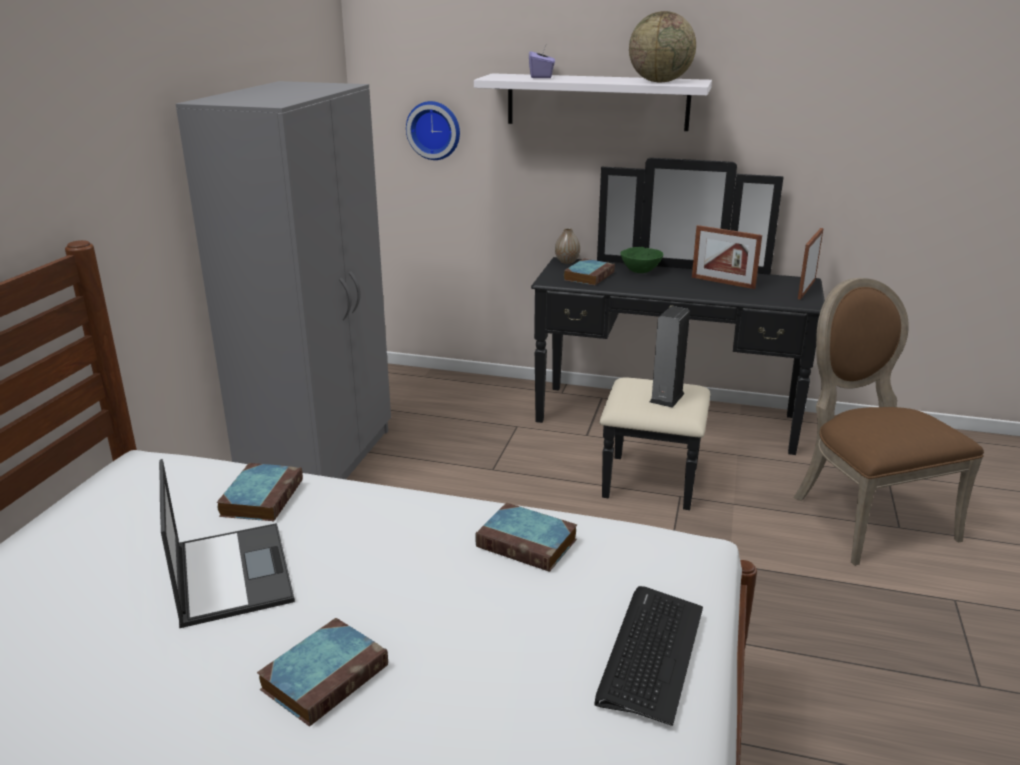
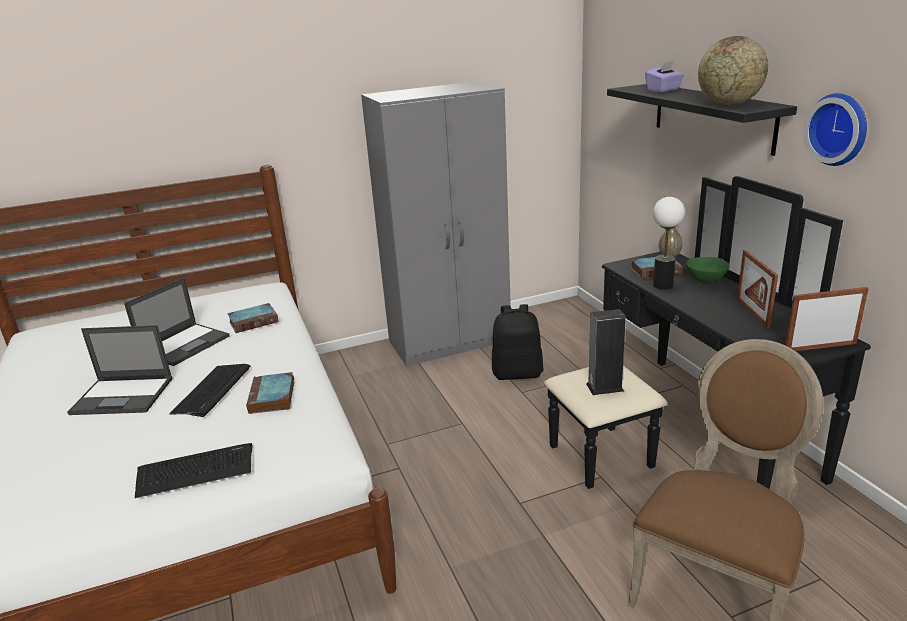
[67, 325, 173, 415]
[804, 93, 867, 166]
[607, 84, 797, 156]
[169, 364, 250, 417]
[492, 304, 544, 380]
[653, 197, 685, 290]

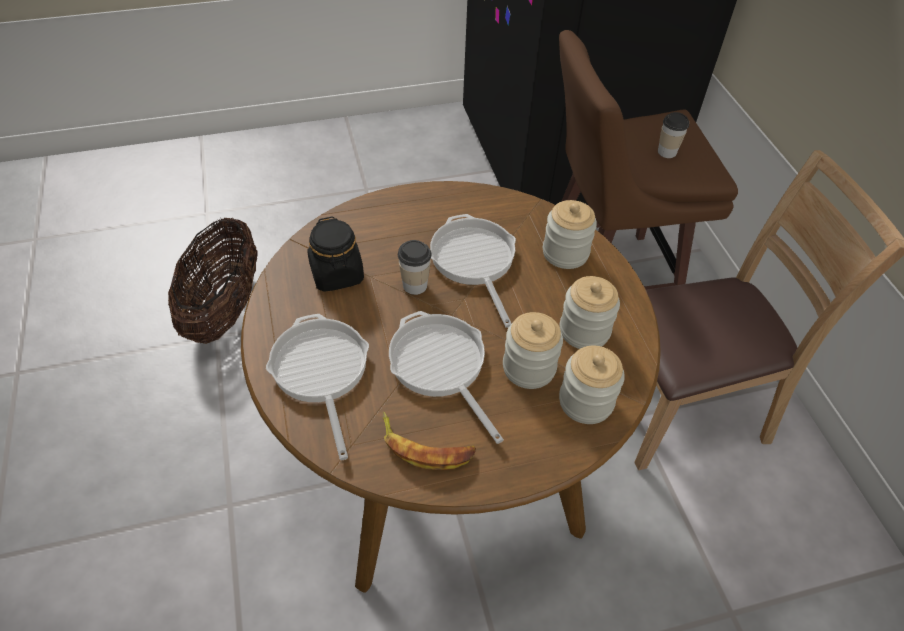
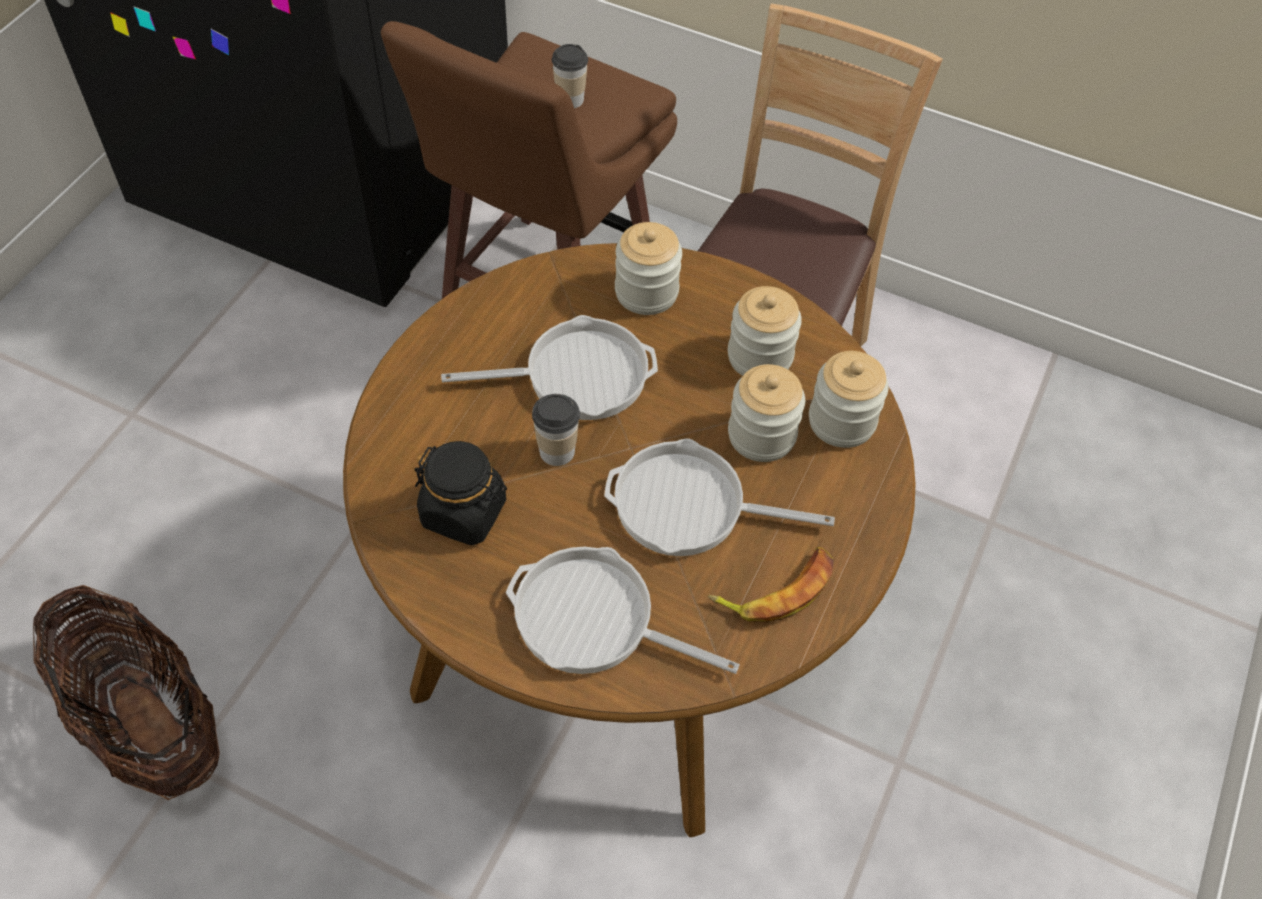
[441, 315, 658, 420]

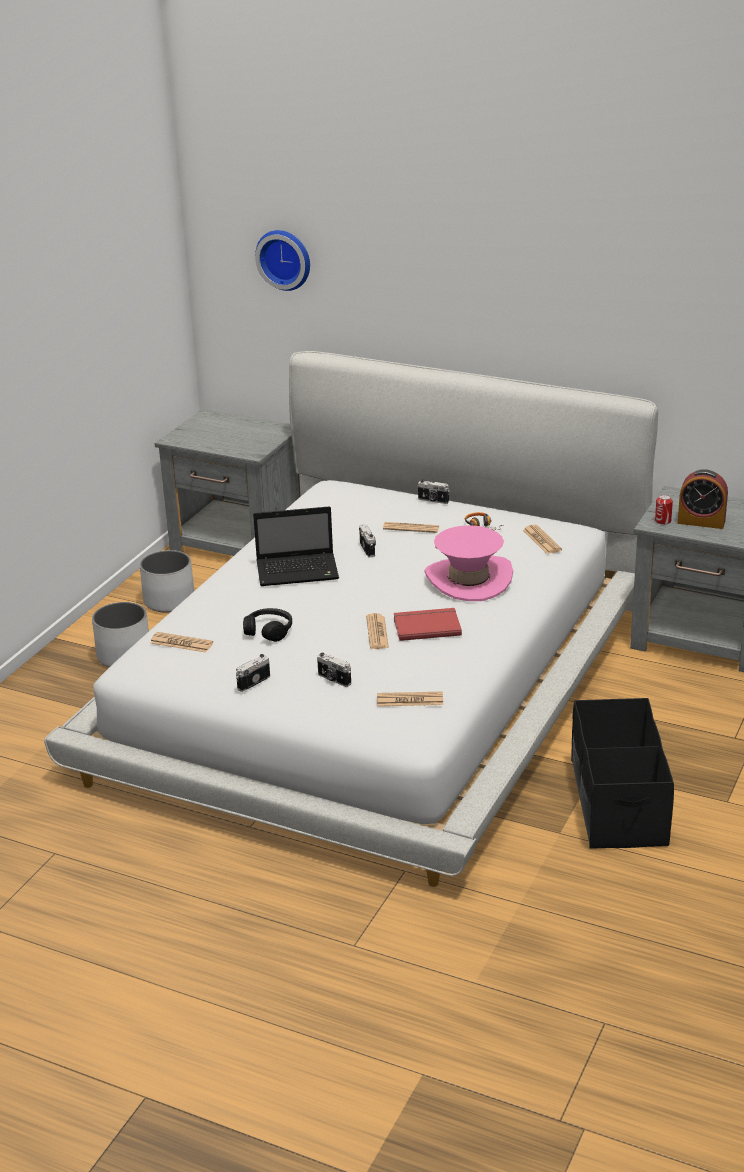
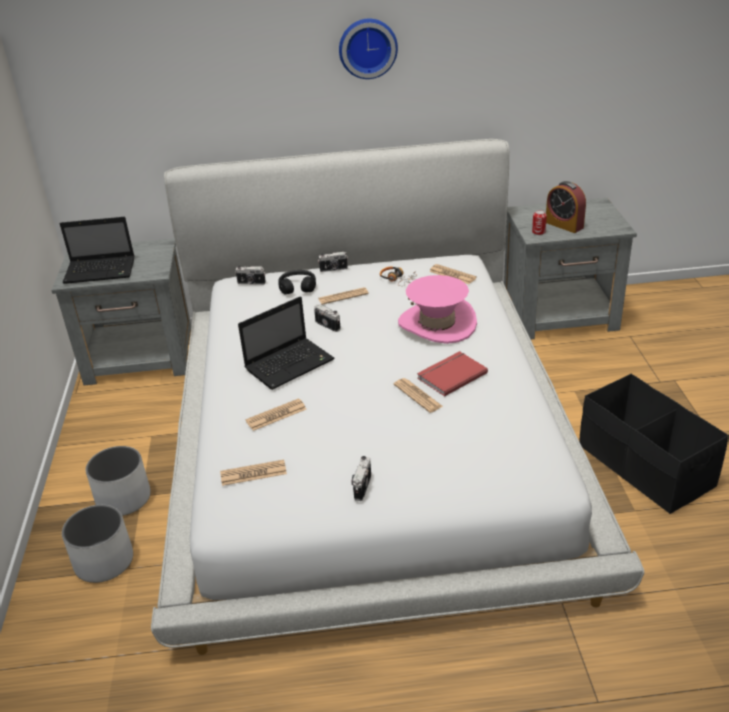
[62, 505, 133, 583]
[278, 270, 316, 295]
[339, 19, 398, 79]
[235, 266, 266, 285]
[245, 398, 306, 431]
[546, 181, 586, 233]
[60, 217, 134, 284]

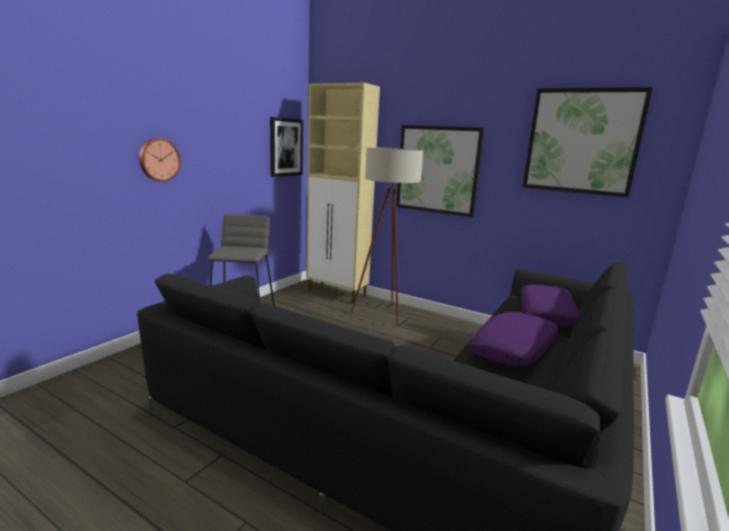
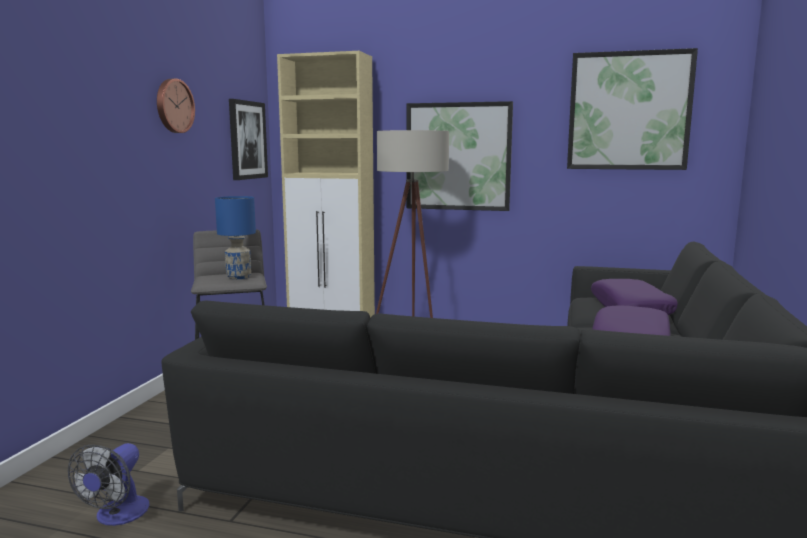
[157, 79, 195, 133]
[68, 443, 149, 526]
[215, 196, 256, 279]

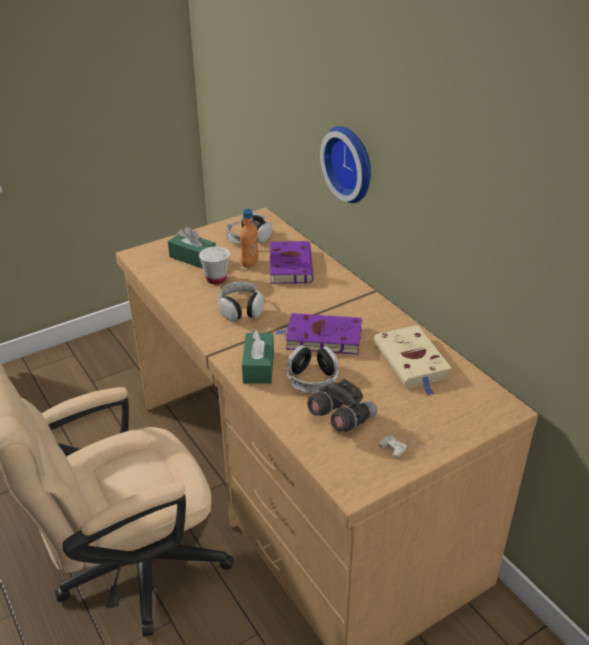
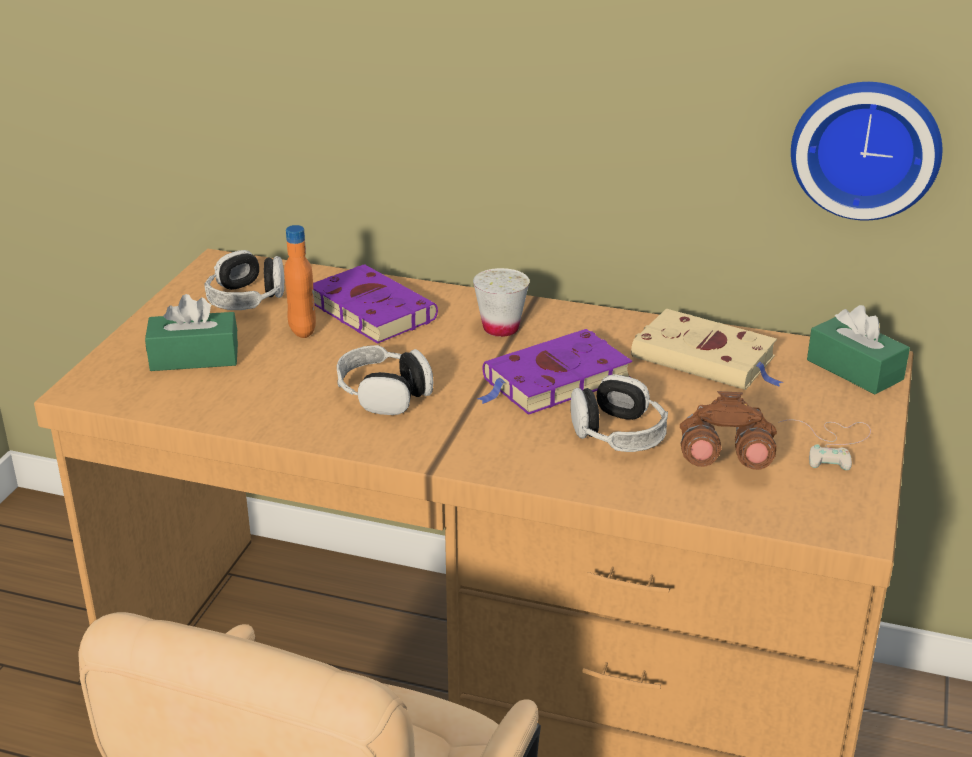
[473, 268, 530, 337]
[807, 305, 910, 394]
[680, 391, 777, 470]
[791, 82, 943, 220]

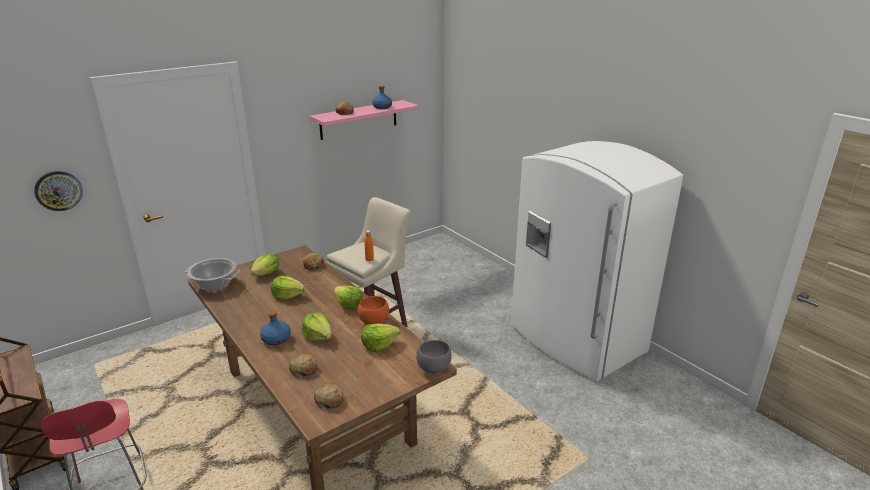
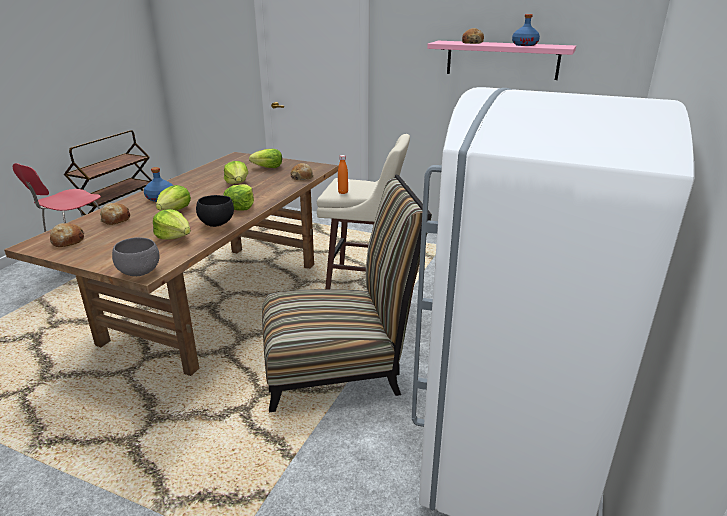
[34, 171, 83, 211] (first image)
[185, 258, 240, 291] (first image)
[196, 195, 234, 227]
[262, 175, 432, 412]

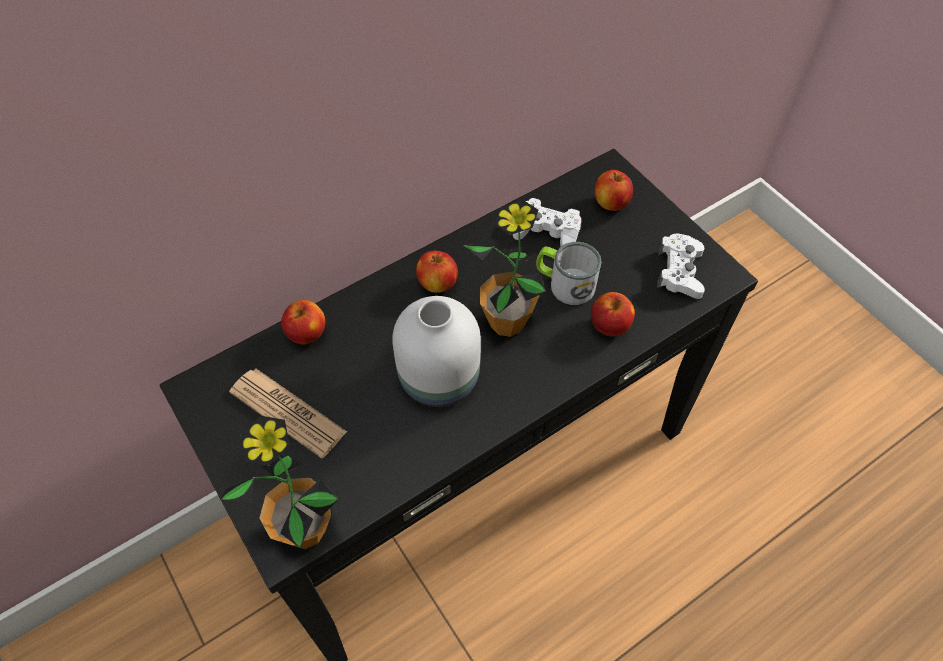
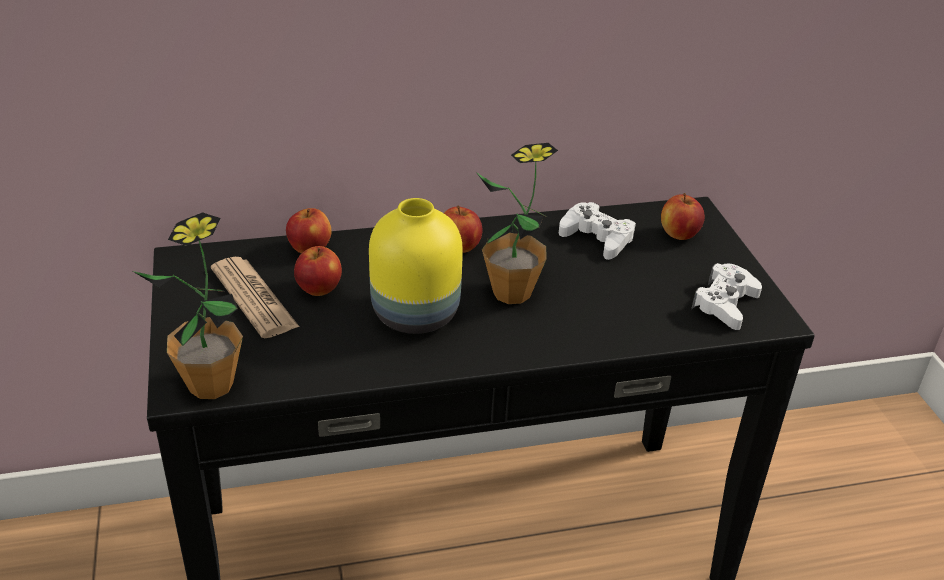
[369, 198, 463, 334]
[536, 242, 601, 305] (first image)
[294, 246, 342, 296]

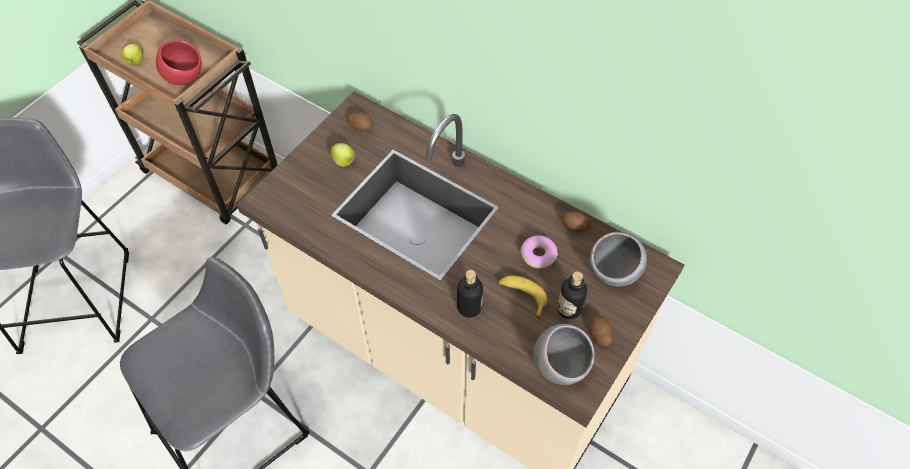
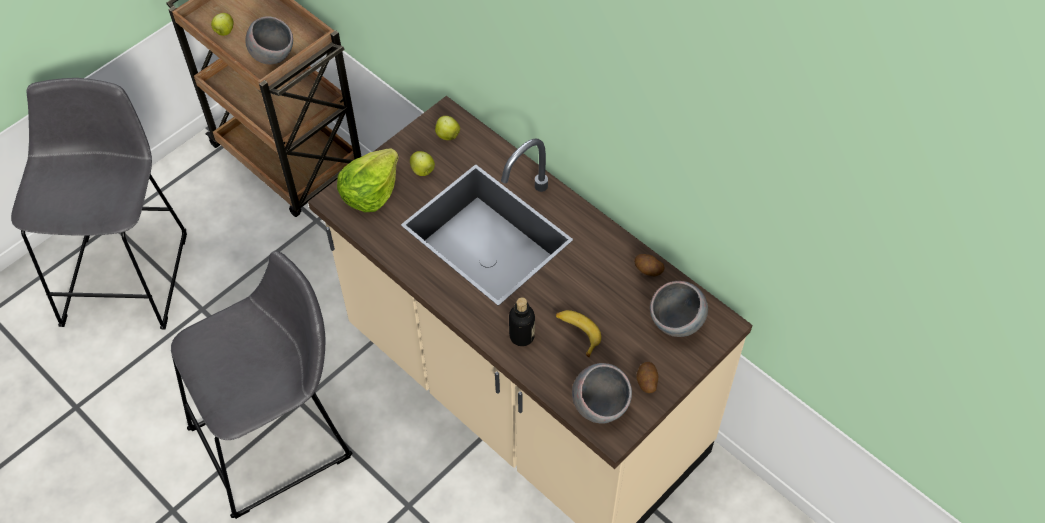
[246, 16, 293, 65]
[435, 116, 460, 140]
[520, 235, 558, 268] (first image)
[557, 271, 587, 319] (first image)
[337, 148, 399, 212]

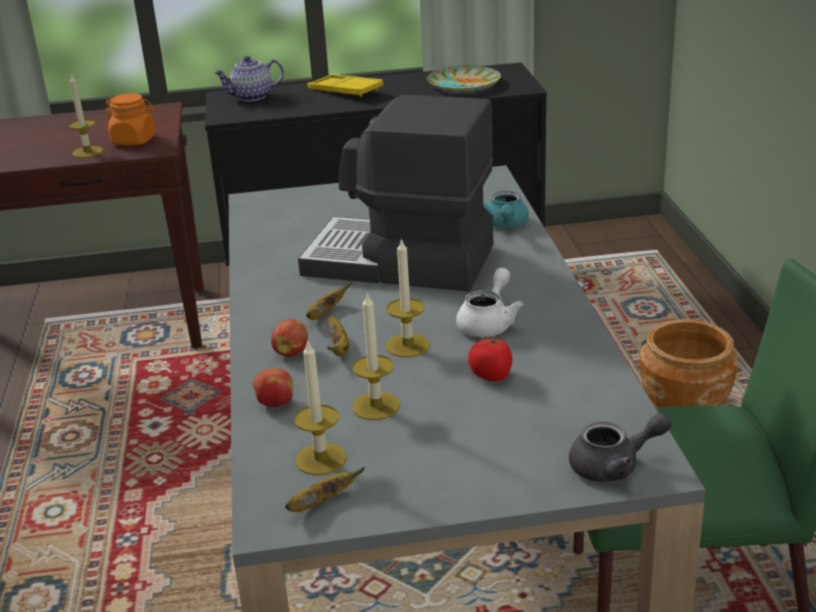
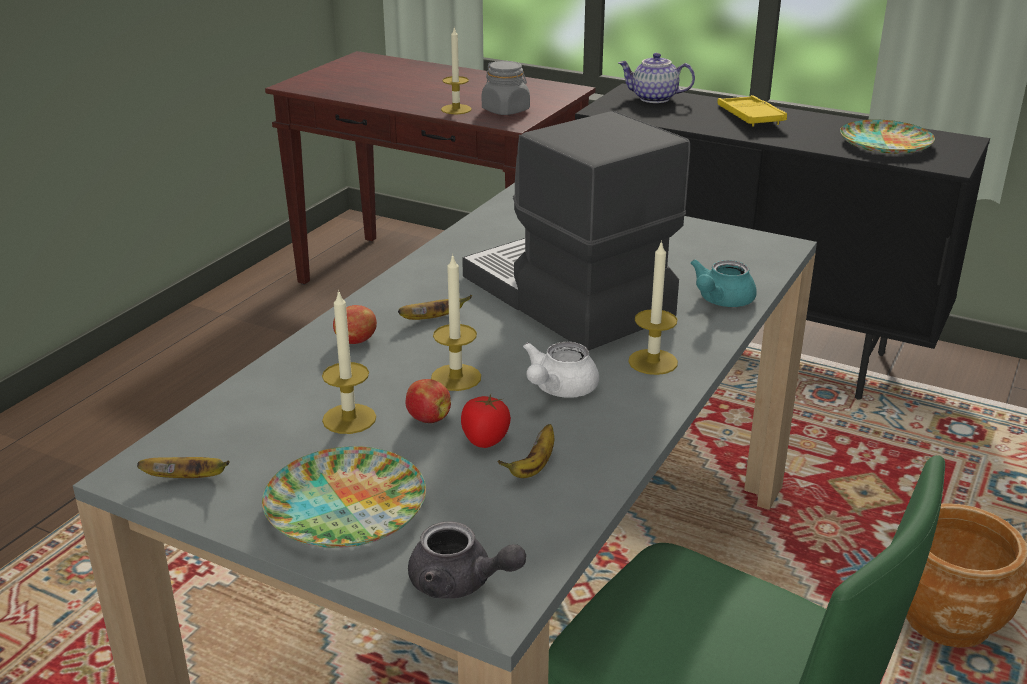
[482, 61, 530, 115]
[406, 379, 451, 423]
[628, 240, 678, 375]
[498, 424, 554, 478]
[523, 342, 599, 398]
[262, 446, 426, 548]

